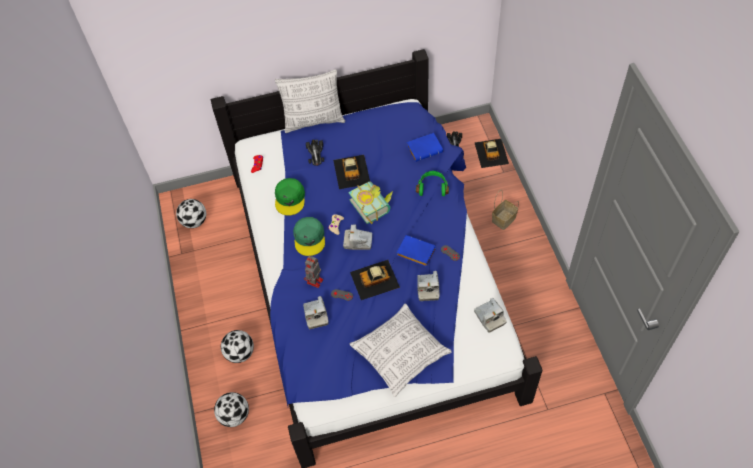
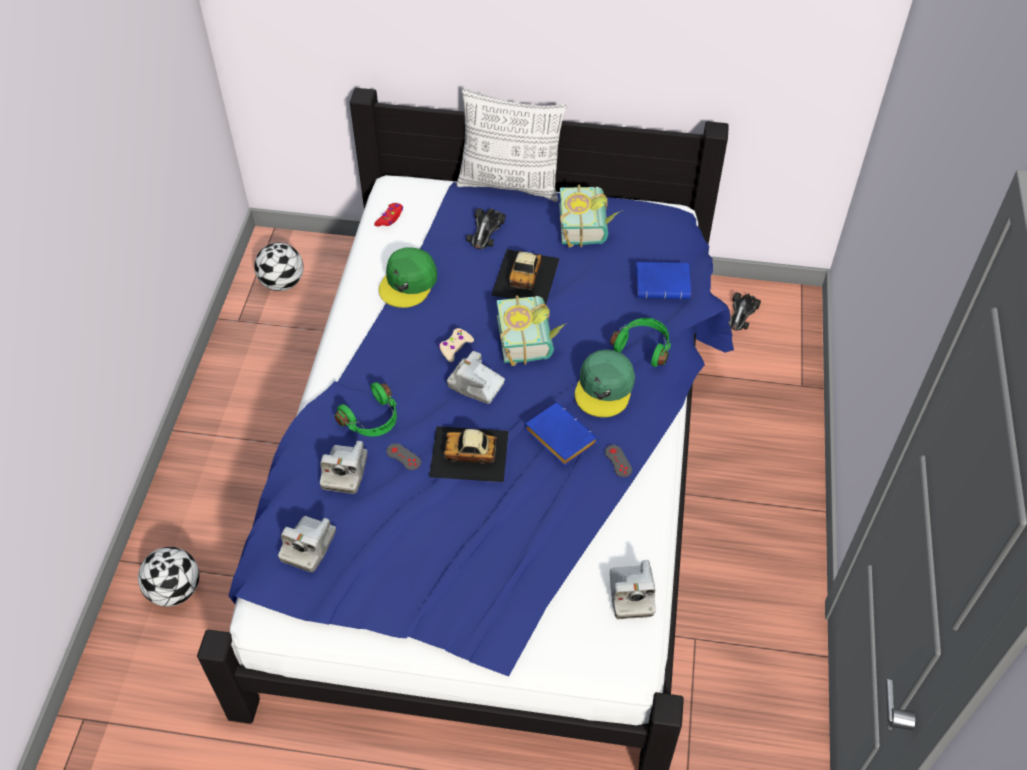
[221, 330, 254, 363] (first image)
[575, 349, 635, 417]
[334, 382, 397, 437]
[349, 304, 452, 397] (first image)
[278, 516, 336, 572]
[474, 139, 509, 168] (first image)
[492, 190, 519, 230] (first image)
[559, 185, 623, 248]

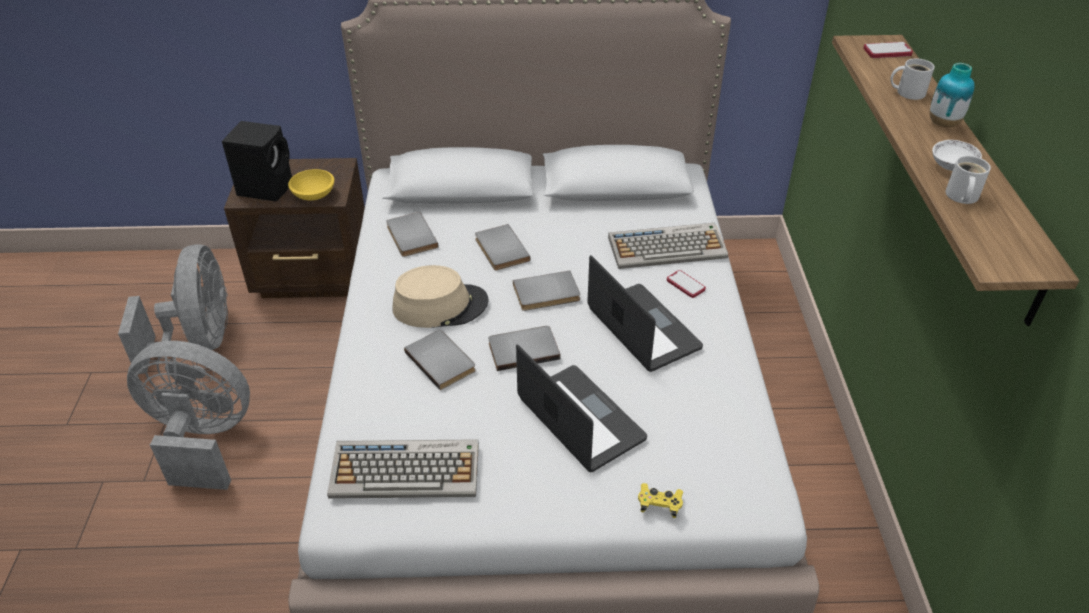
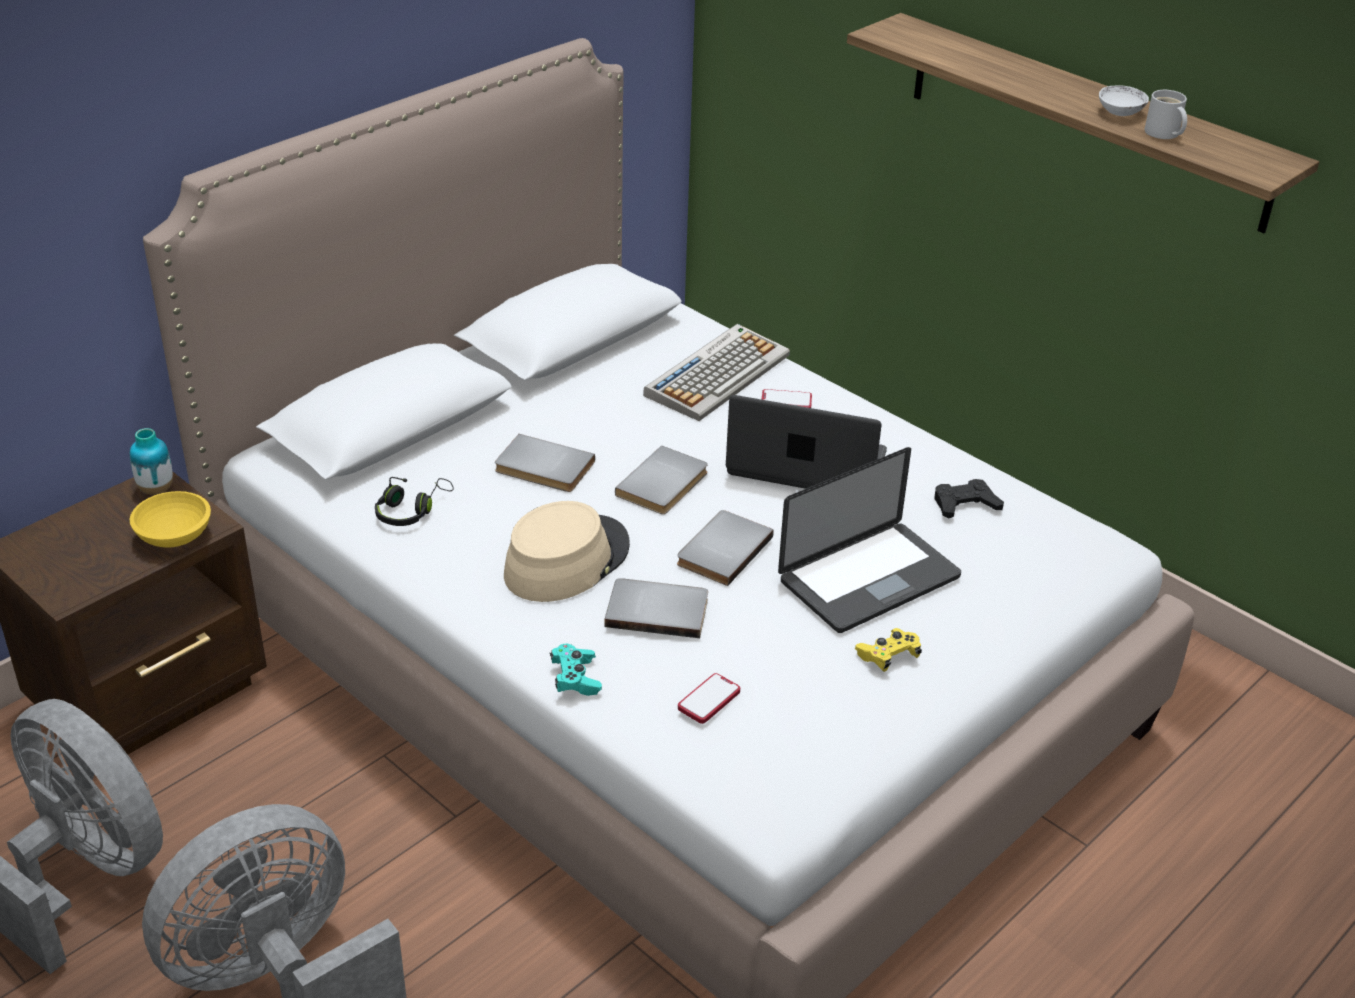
[222, 121, 292, 202] (first image)
[327, 439, 479, 499] (first image)
[375, 477, 454, 526]
[778, 447, 961, 633]
[855, 628, 922, 672]
[678, 673, 740, 724]
[890, 58, 935, 100] (first image)
[130, 428, 173, 495]
[550, 644, 602, 696]
[934, 479, 1004, 519]

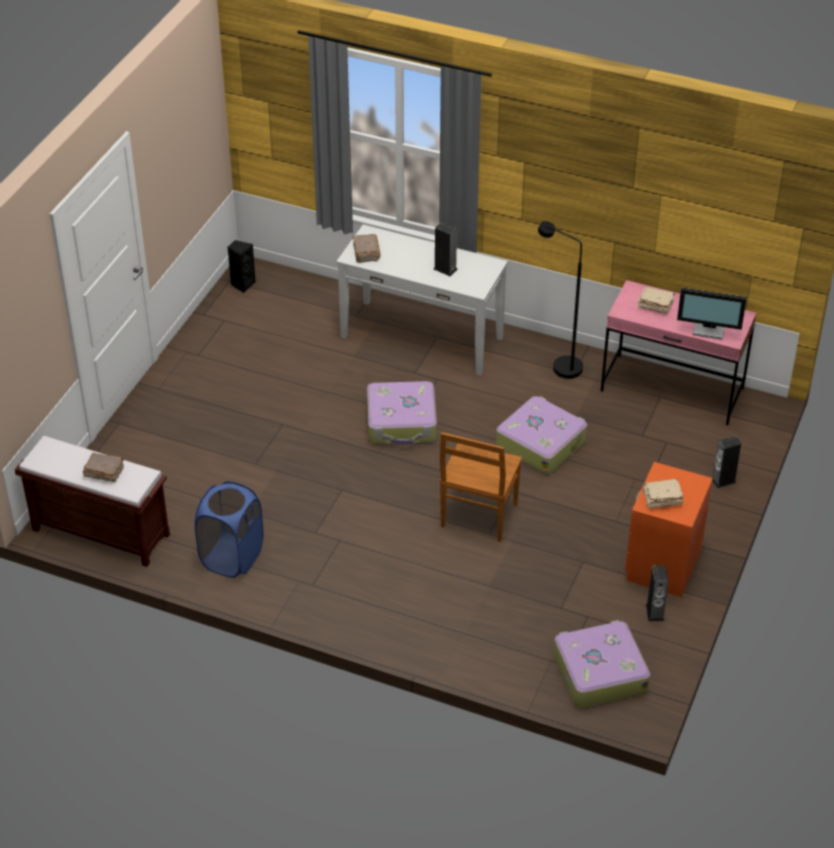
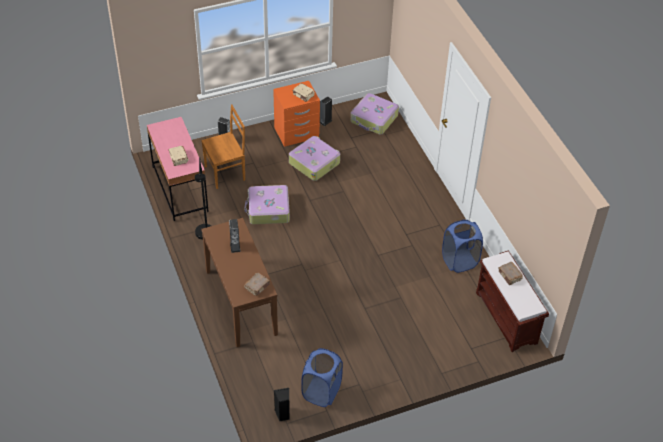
[201, 218, 278, 347]
[289, 136, 340, 181]
[201, 105, 245, 189]
[677, 287, 747, 340] (first image)
[302, 348, 343, 407]

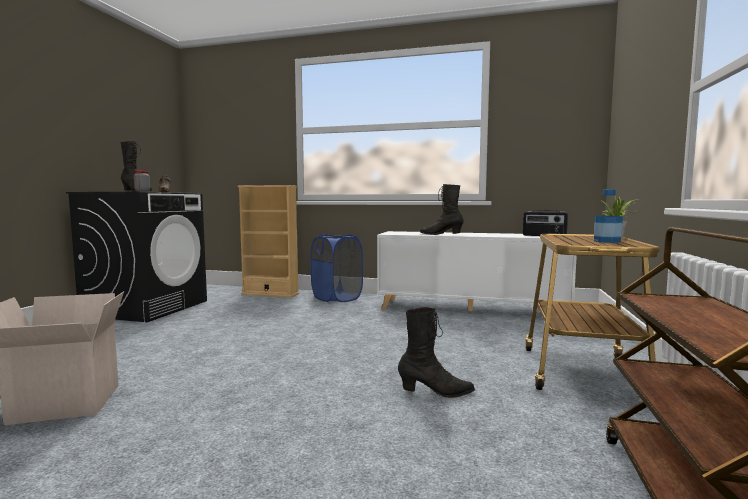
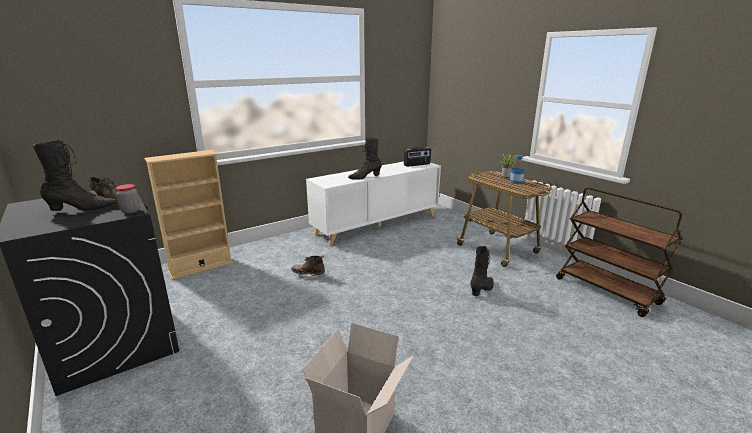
[311, 234, 363, 302] (first image)
[291, 255, 325, 279]

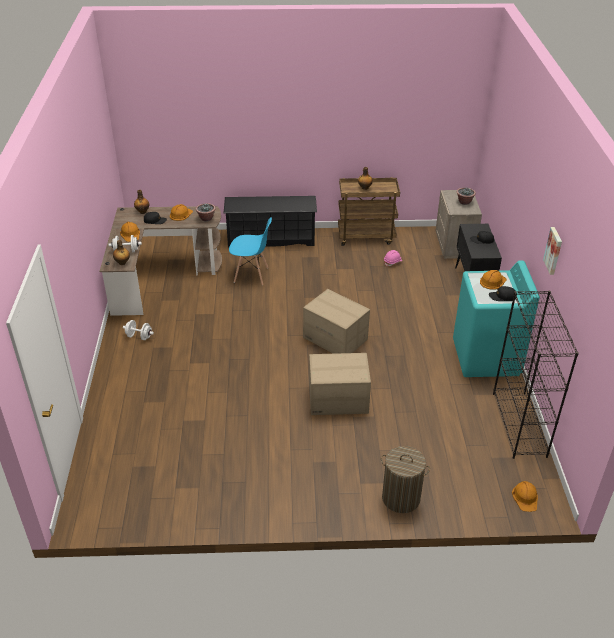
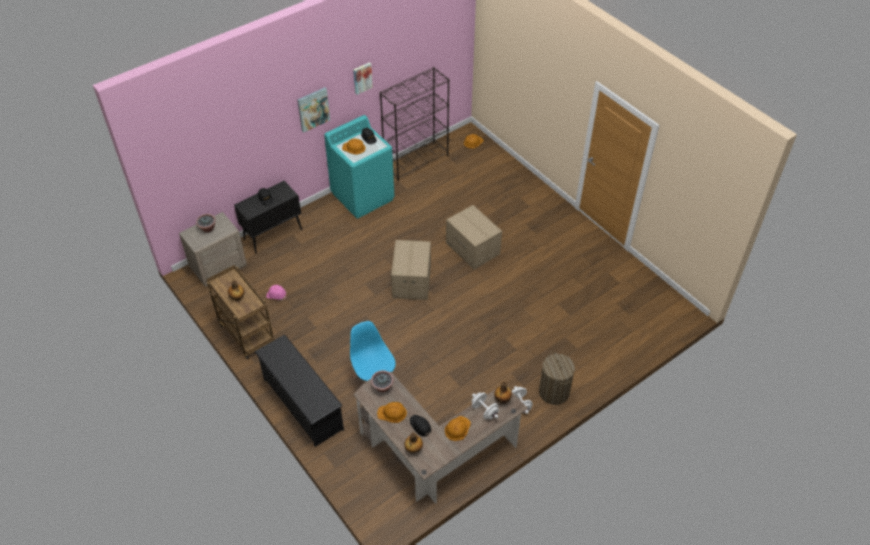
[539, 352, 575, 405]
[297, 87, 330, 133]

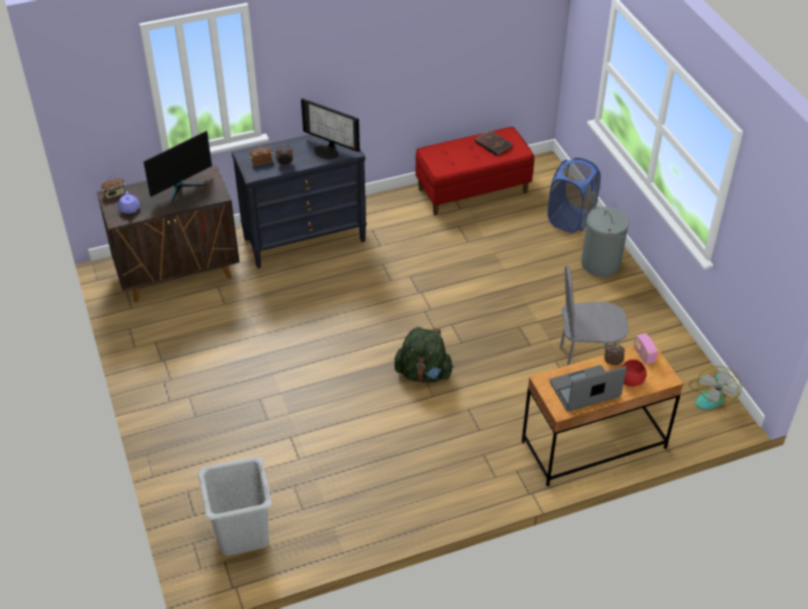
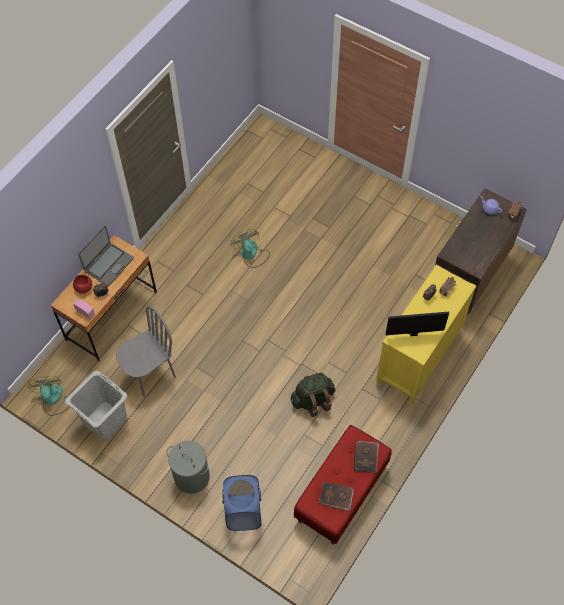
[143, 131, 212, 204] (first image)
[65, 371, 127, 441]
[376, 264, 476, 406]
[291, 373, 335, 417]
[231, 229, 270, 268]
[354, 441, 379, 473]

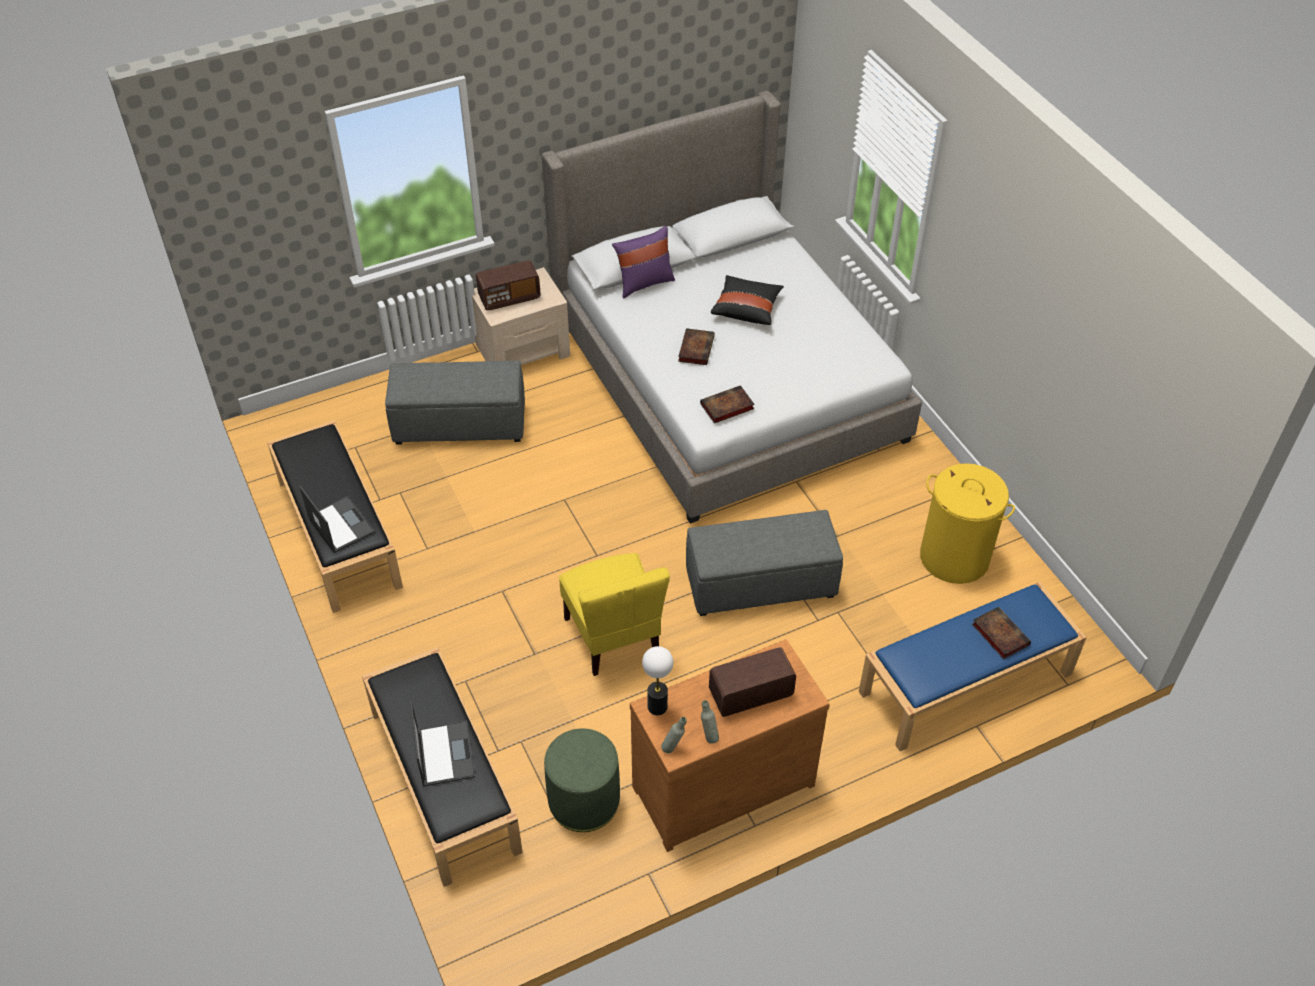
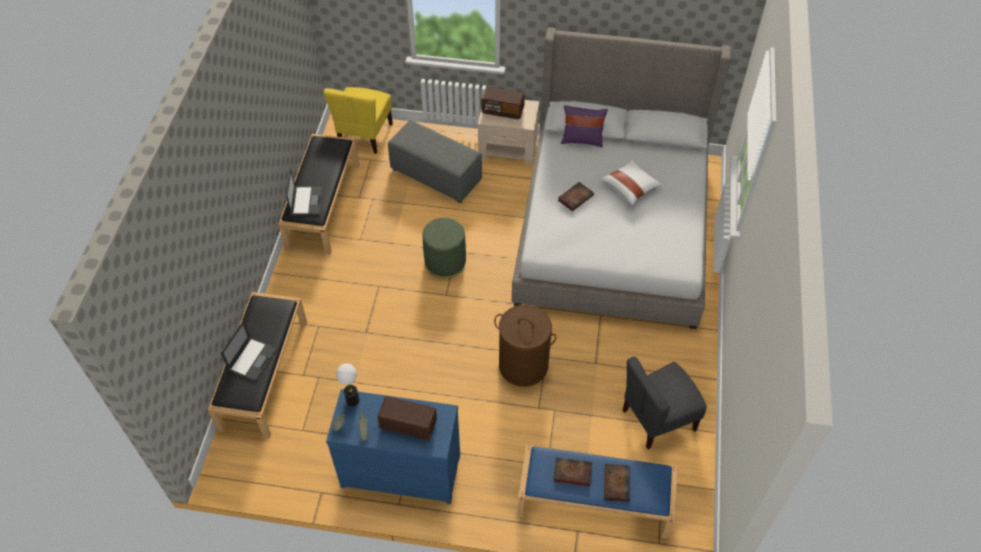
[423, 218, 466, 278]
[323, 87, 393, 154]
[326, 389, 460, 504]
[494, 305, 556, 387]
[553, 457, 592, 486]
[601, 159, 663, 205]
[623, 357, 707, 449]

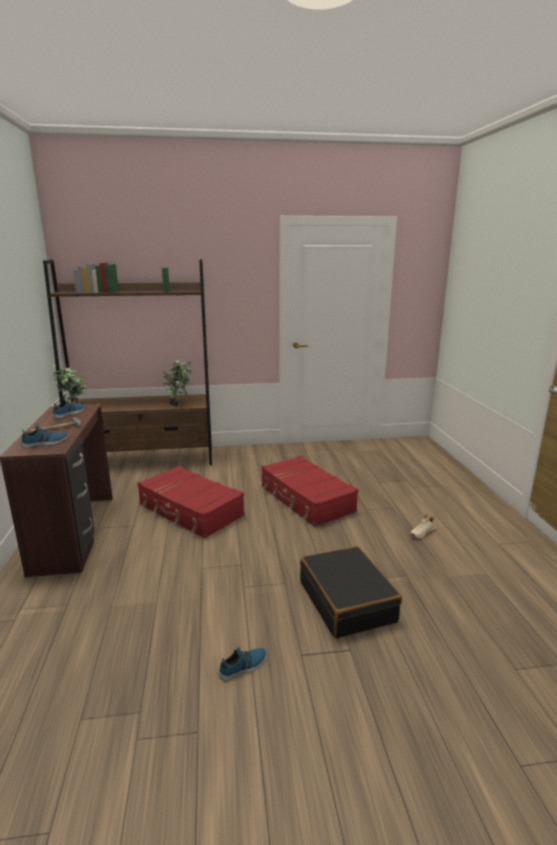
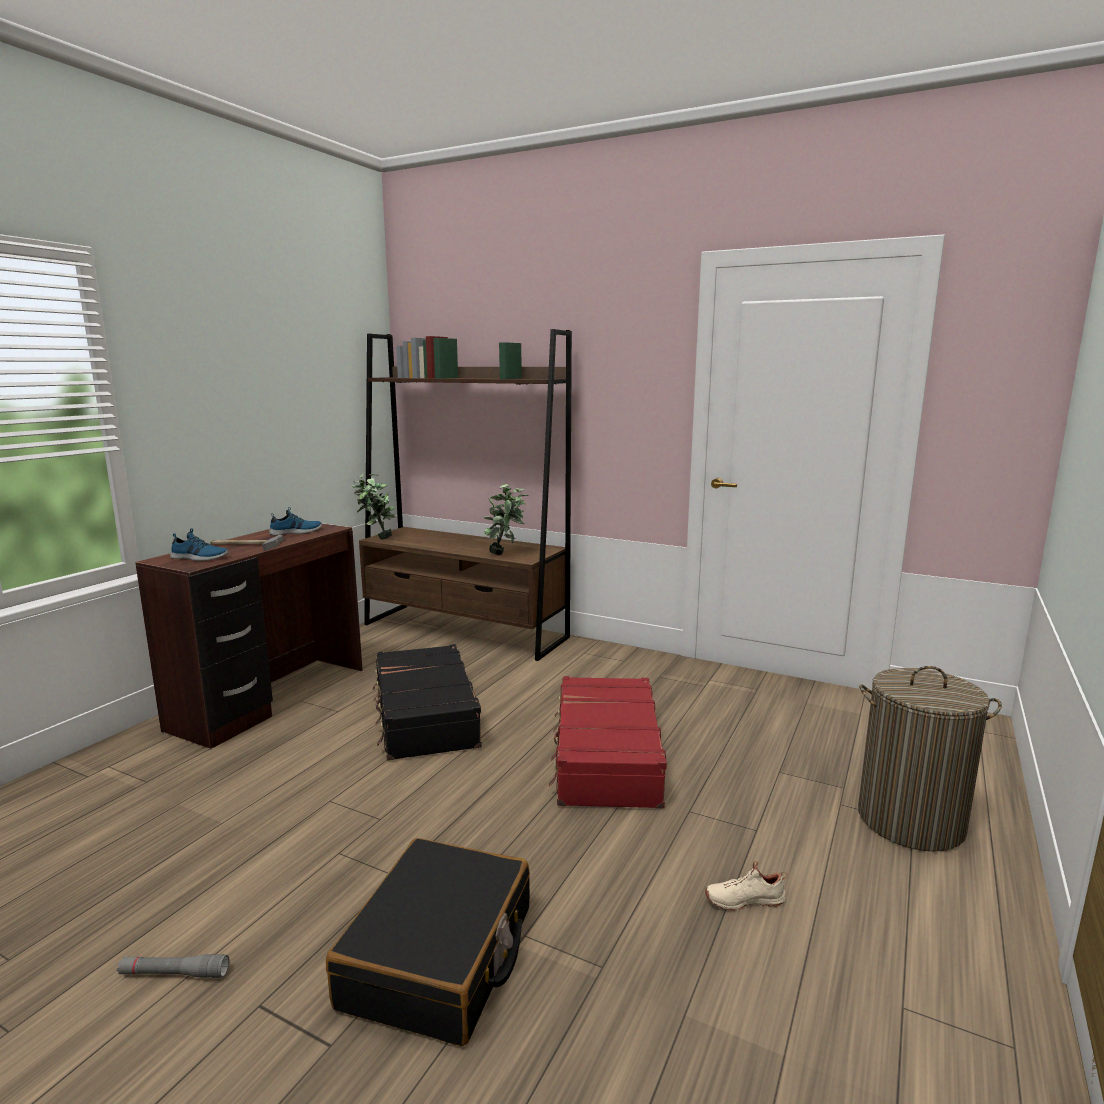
[372, 644, 482, 761]
[117, 954, 229, 978]
[858, 666, 1002, 852]

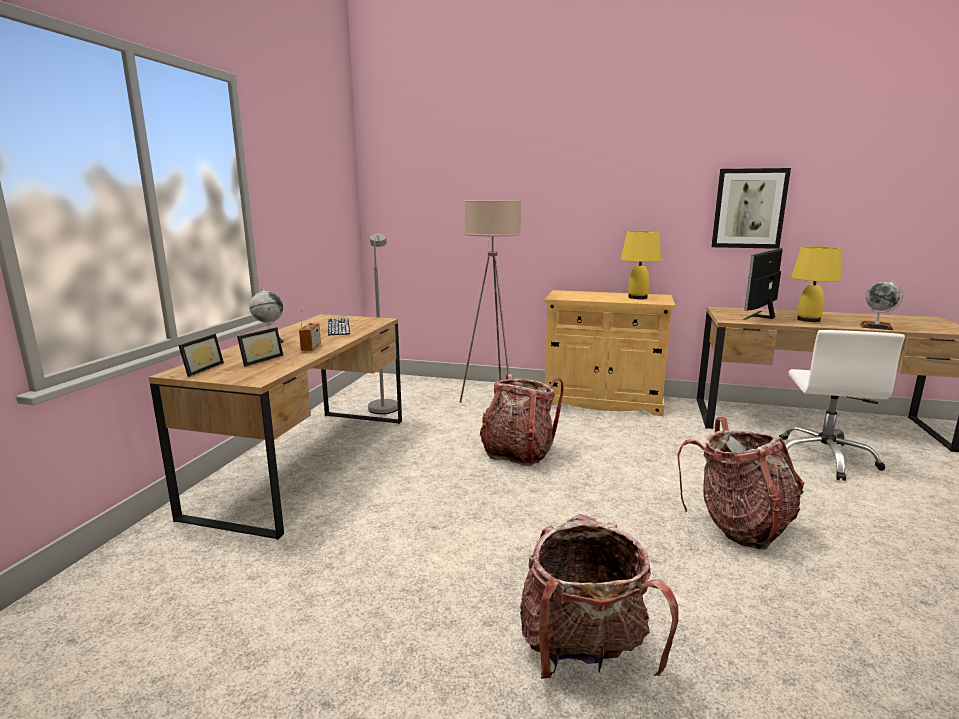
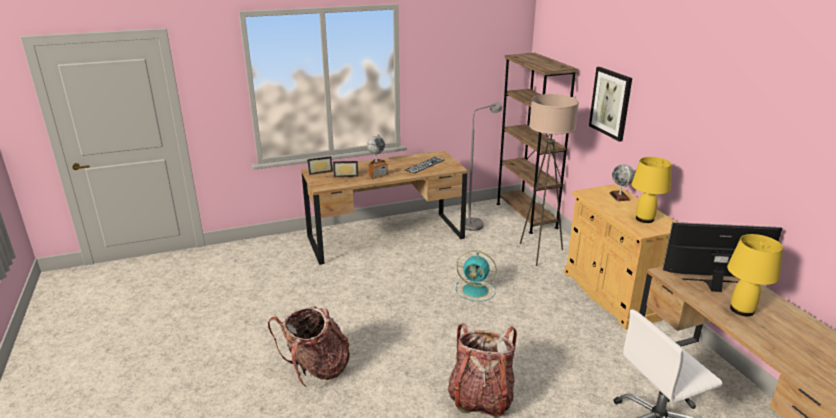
[456, 251, 497, 301]
[589, 67, 632, 142]
[610, 164, 635, 201]
[497, 53, 578, 234]

